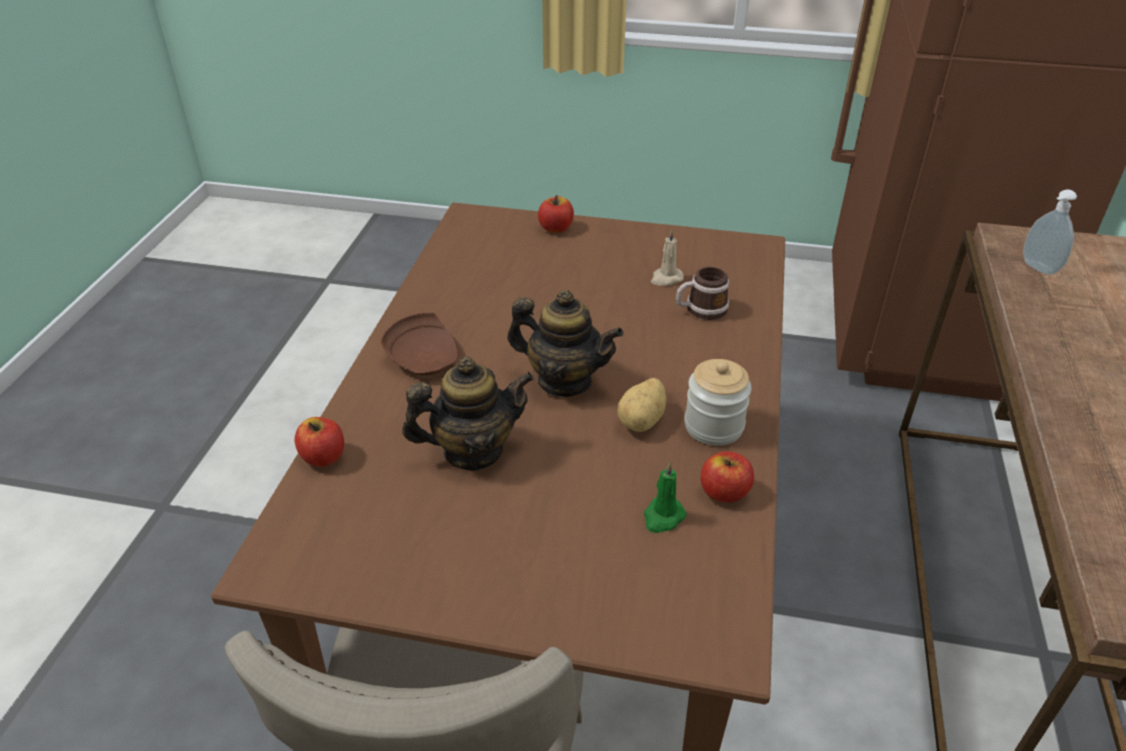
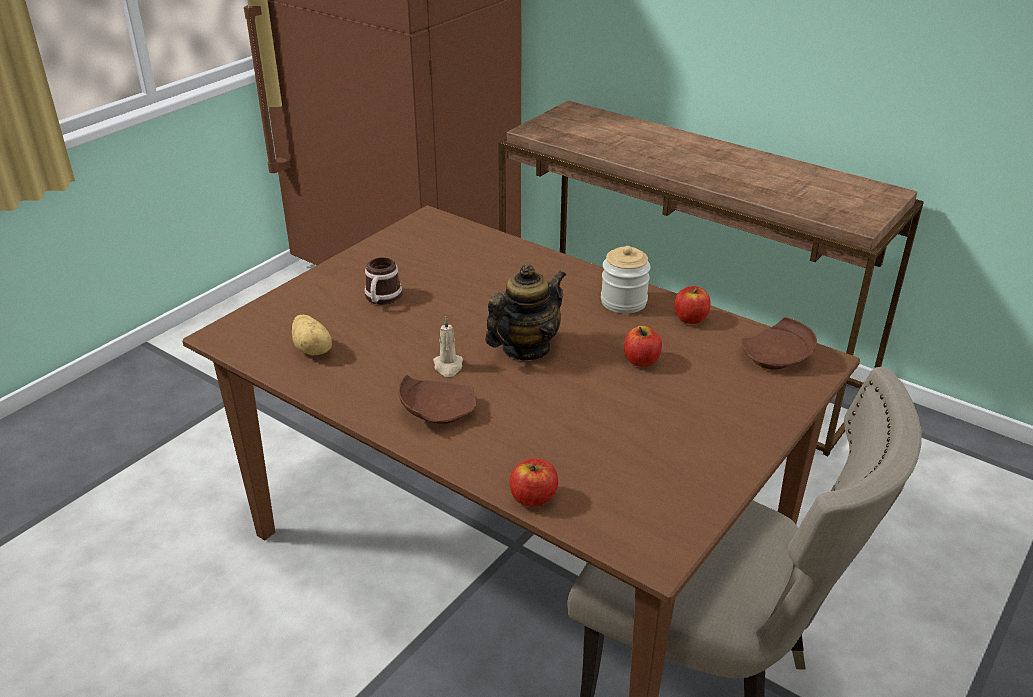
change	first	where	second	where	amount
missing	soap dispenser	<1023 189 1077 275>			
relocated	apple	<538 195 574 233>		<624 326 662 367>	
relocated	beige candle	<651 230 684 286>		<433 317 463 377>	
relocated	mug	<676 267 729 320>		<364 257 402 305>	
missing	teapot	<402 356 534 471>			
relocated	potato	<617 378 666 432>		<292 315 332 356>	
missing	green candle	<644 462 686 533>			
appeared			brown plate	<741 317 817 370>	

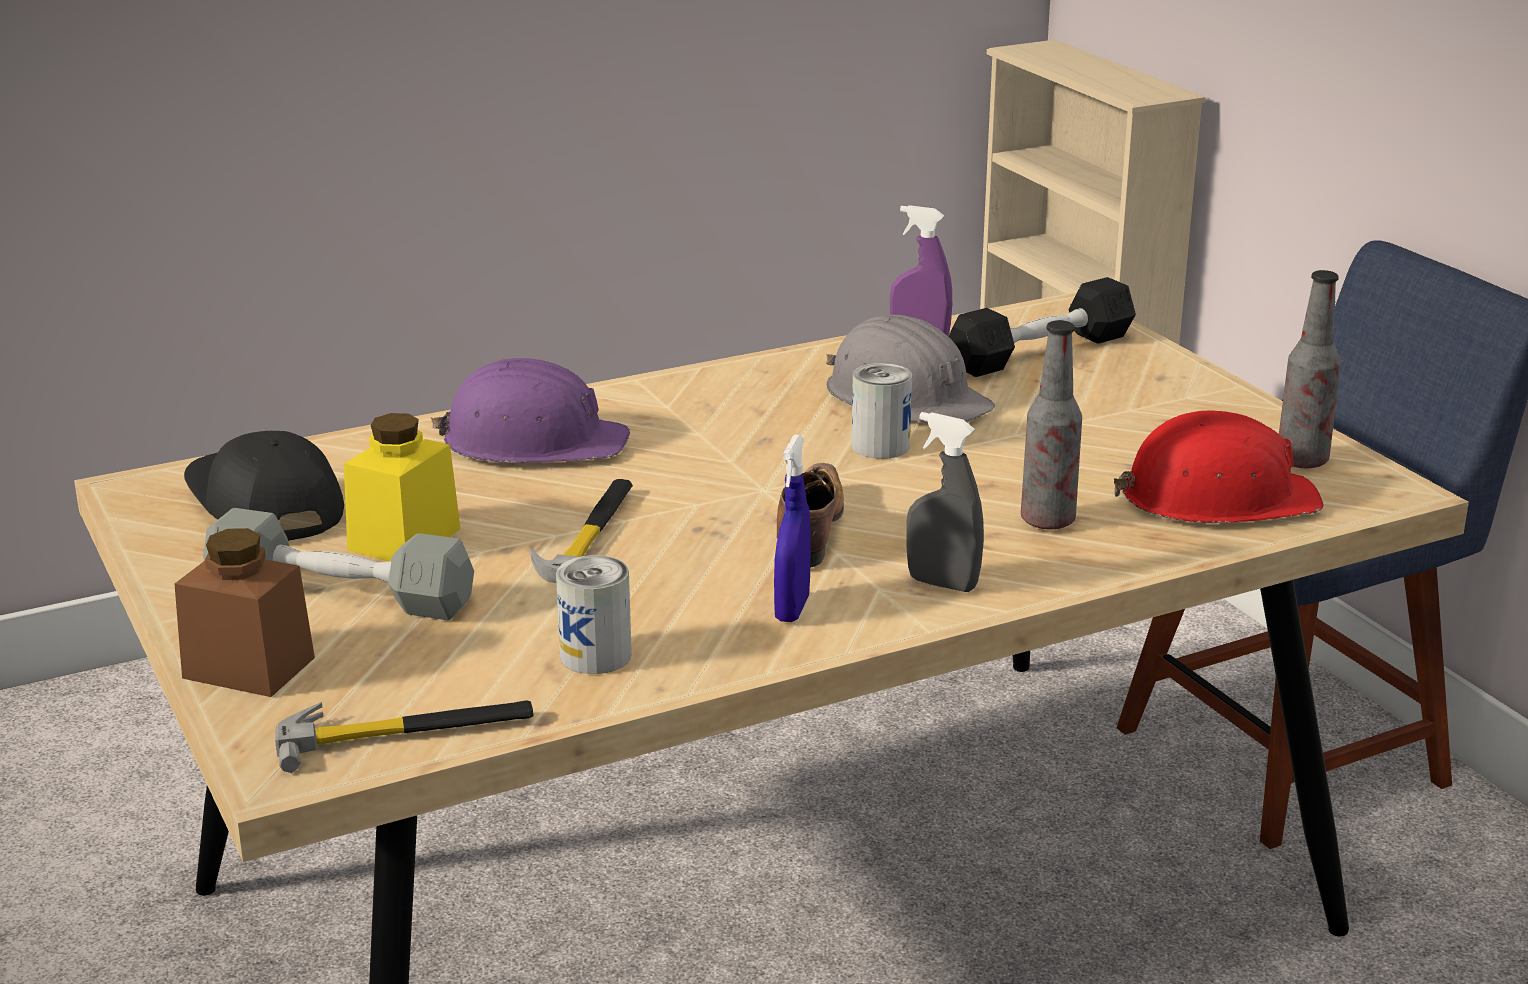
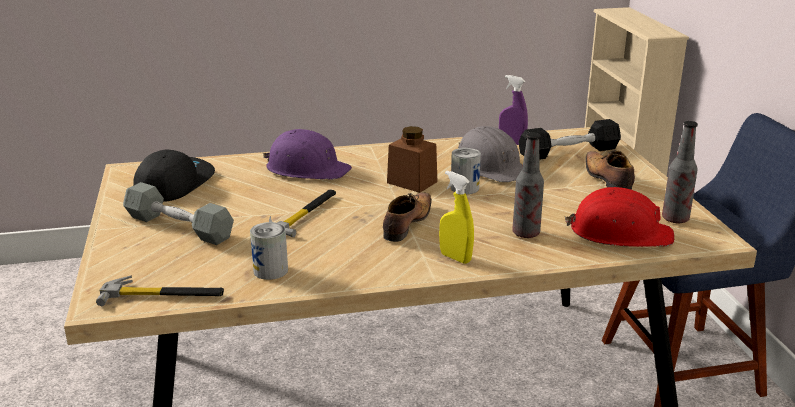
change	first	where	second	where	amount
colour	grey spray bottle	<906 412 984 592>	yellow spray bottle	<439 171 474 264>	
missing	yellow jar	<344 413 460 561>			
spun	black cap	<184 431 344 541>		<133 149 215 202>	45 degrees clockwise
missing	blue spray bottle	<774 435 811 622>			
relocated	brown jar	<175 528 315 697>		<387 126 437 193>	
appeared			shoe	<585 150 635 190>	

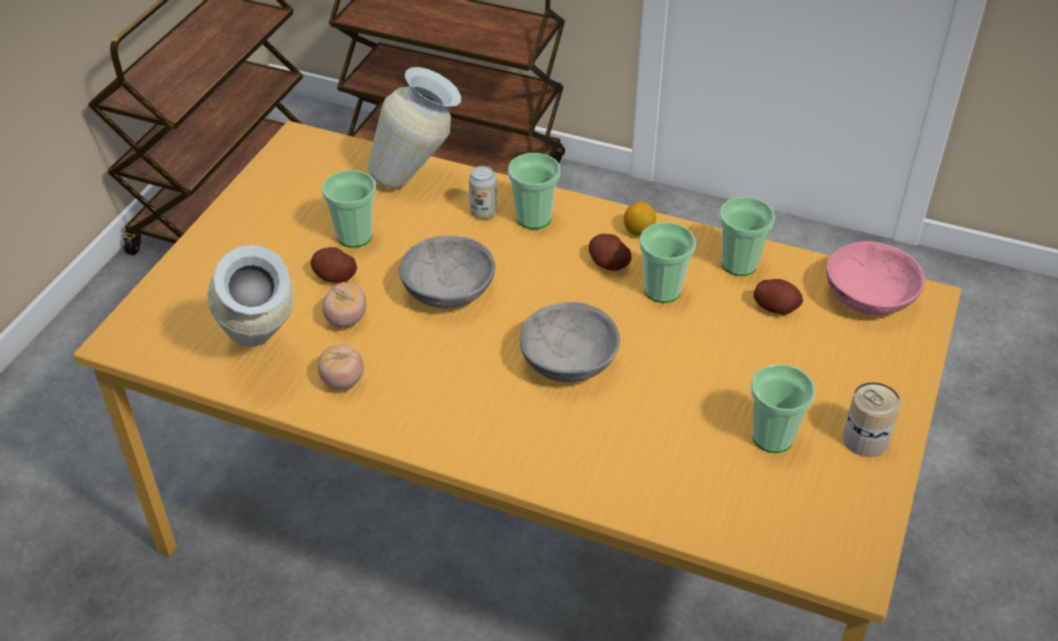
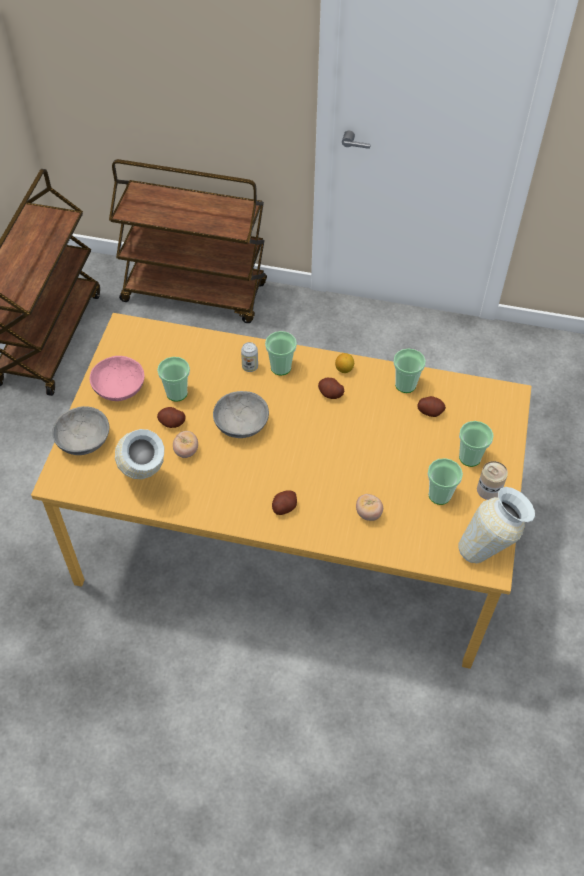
change	first	where	second	where	amount
relocated	vase	<368 67 461 188>		<459 487 535 563>	
relocated	cup	<639 222 696 303>		<459 421 493 467>	
relocated	pink bowl	<826 241 925 315>		<89 356 145 401>	
relocated	grey bowl	<520 302 620 382>		<52 406 109 455>	
relocated	tomato	<318 344 364 390>		<356 494 383 521>	
appeared			potato	<272 490 297 515>	

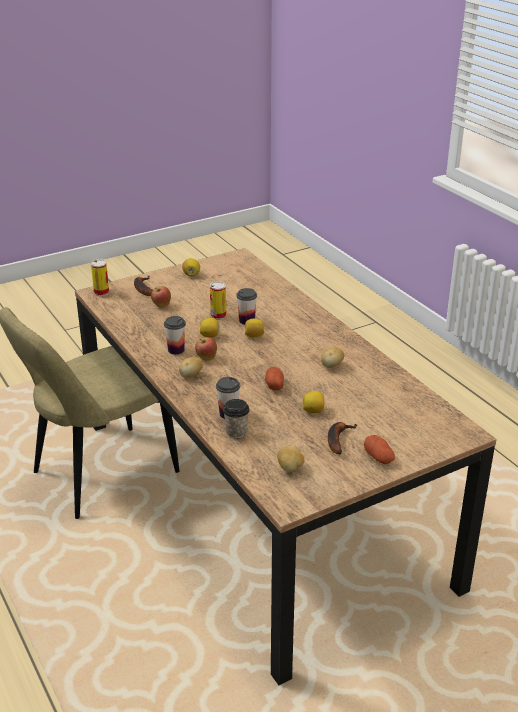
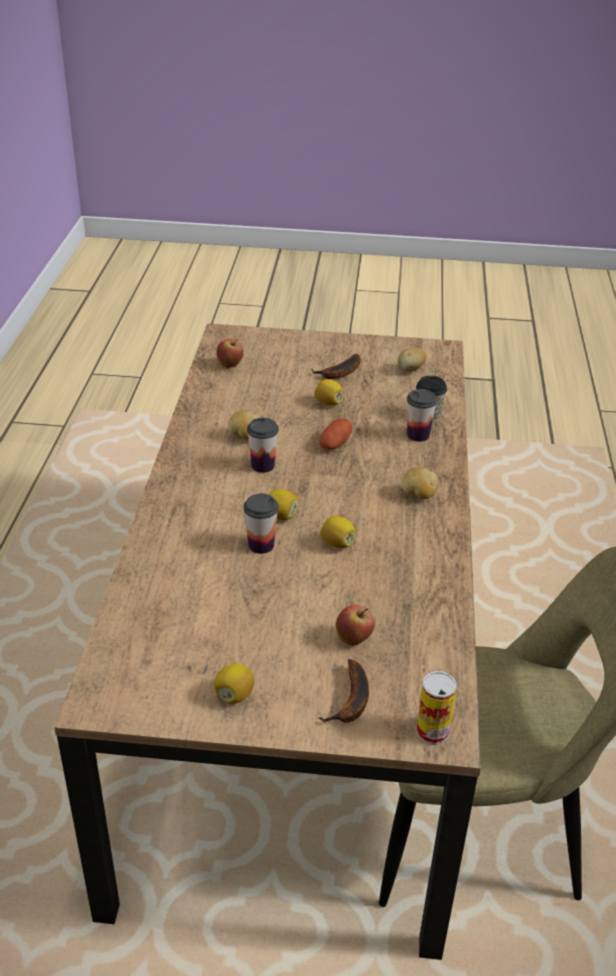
change	first	where	second	where	amount
missing	can	<210 281 226 320>			
relocated	cup	<164 316 186 355>		<247 418 279 473>	
relocated	apple	<195 337 217 361>		<216 339 244 368>	
missing	potato	<364 435 395 464>			

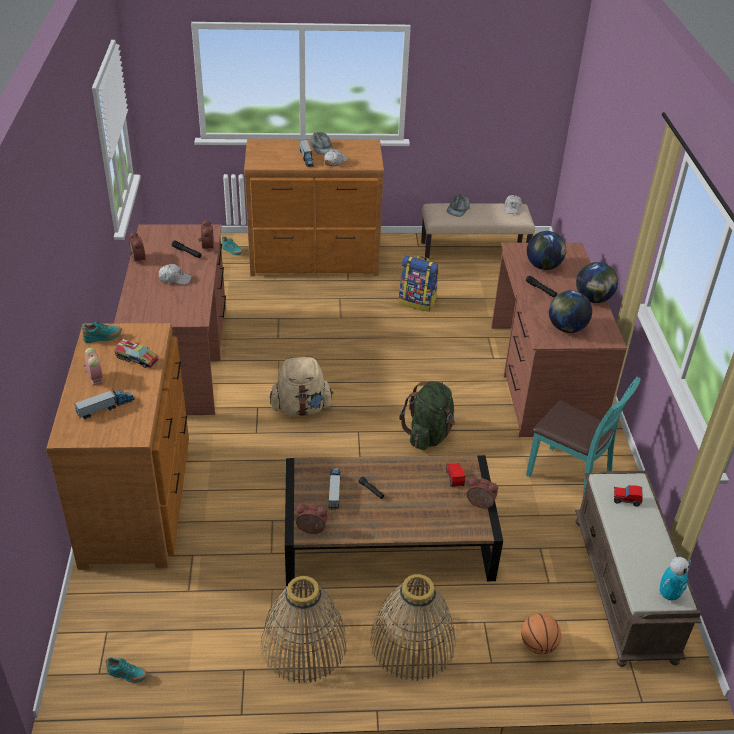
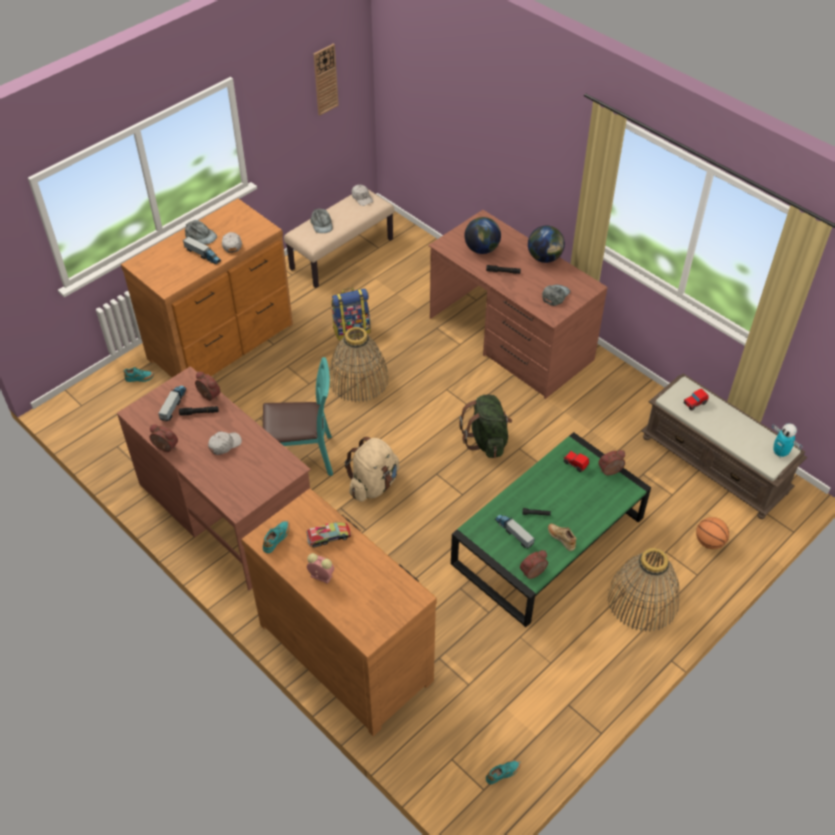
change	first	where	second	where	amount
exchanged	globe	<549 290 592 333>	grey cap	<542 285 570 306>	
relocated	turquoise chair	<526 377 641 499>		<263 357 333 476>	
relocated	toy truck	<74 389 135 419>		<158 386 187 422>	
colour	brown coffee table	<285 455 503 586>	green coffee table	<451 432 651 627>	
spun	toy robot	<660 557 691 603>		<772 423 802 458>	135 degrees clockwise
relocated	basket	<261 576 347 683>		<329 327 389 403>	
appeared			wall clock	<314 44 339 116>	
appeared			beige shoe	<548 524 576 551>	

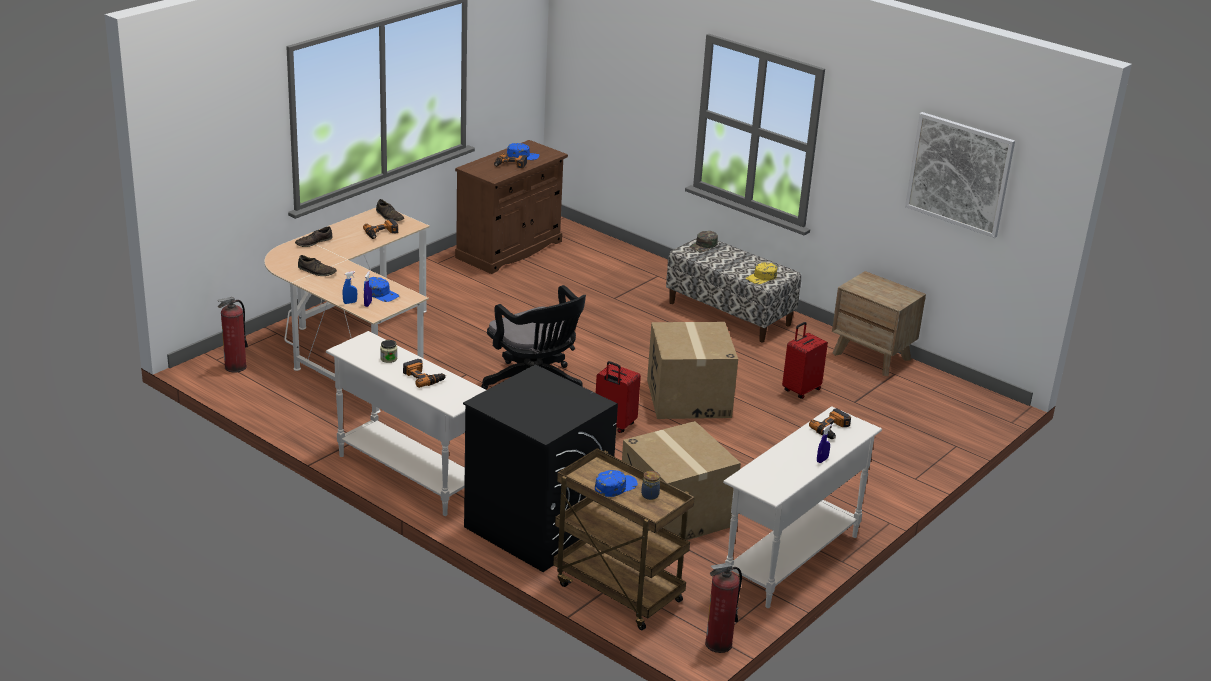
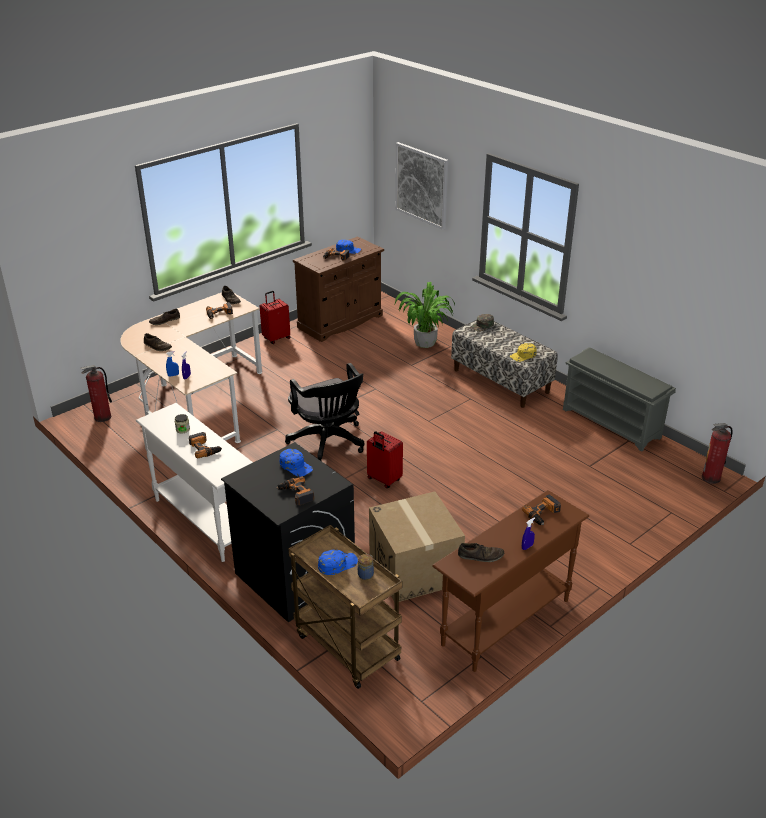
change	first	where	second	where	amount
relocated	picture	<905 112 1015 238>		<395 142 448 230>	
exchanged	brown nightstand	<832 271 926 376>	grey shoe rack	<563 348 676 451>	
relocated	blue cap	<364 277 399 302>		<280 449 313 477>	
missing	cardboard box	<647 322 738 419>			
relocated	red suitcase	<782 322 828 399>		<260 291 290 344>	
colour	white console table	<723 406 882 608>	brown console table	<432 490 589 672>	
relocated	fire extinguisher	<705 563 742 653>		<702 423 733 484>	
appeared			potted plant	<394 282 455 348>	
appeared			power drill	<276 476 314 505>	
appeared			brown shoe	<458 543 504 562>	

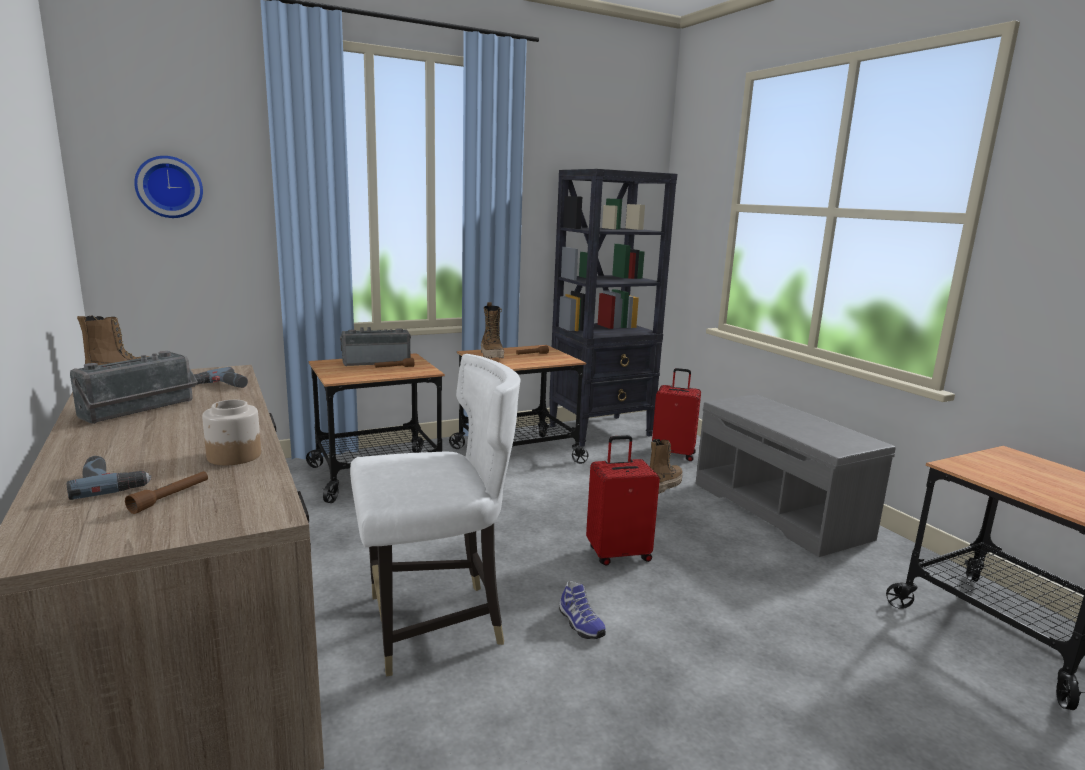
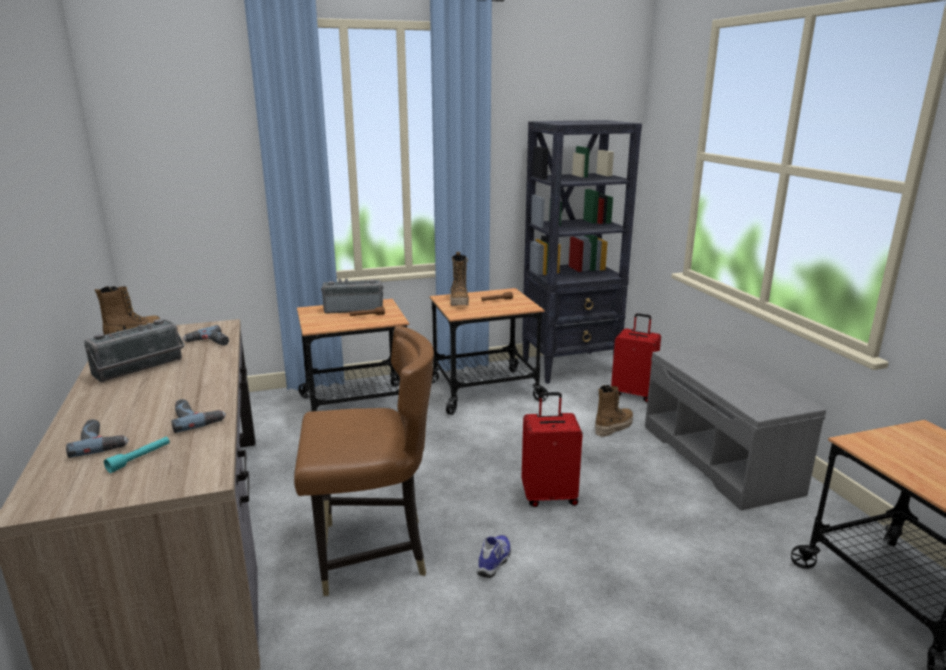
change	first	where	second	where	amount
missing	wall clock	<134 156 203 218>			
colour	white chair	<350 354 521 677>	brown chair	<294 326 434 596>	
exchanged	jar	<202 400 261 465>	power drill	<171 399 226 433>	
colour	brown flashlight	<125 471 208 514>	turquoise flashlight	<104 437 170 473>	
spun	shoe	<559 581 606 639>		<478 535 511 578>	135 degrees counterclockwise

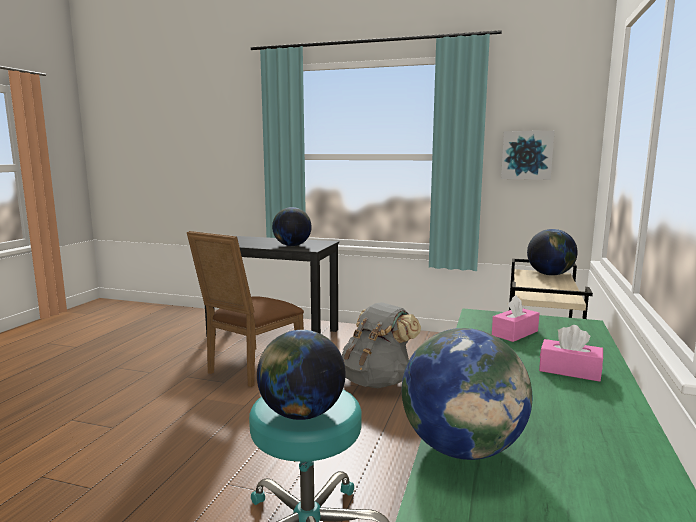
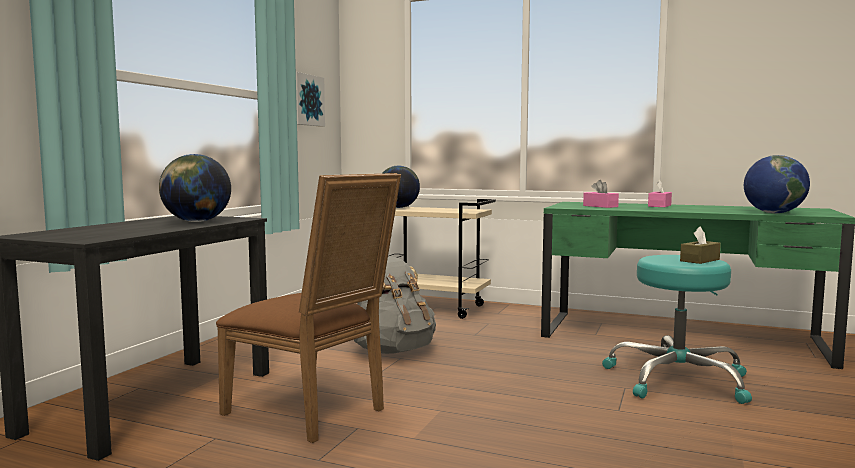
change	first	where	second	where	amount
exchanged	globe	<257 330 346 420>	brown tissue box	<680 226 721 264>	

